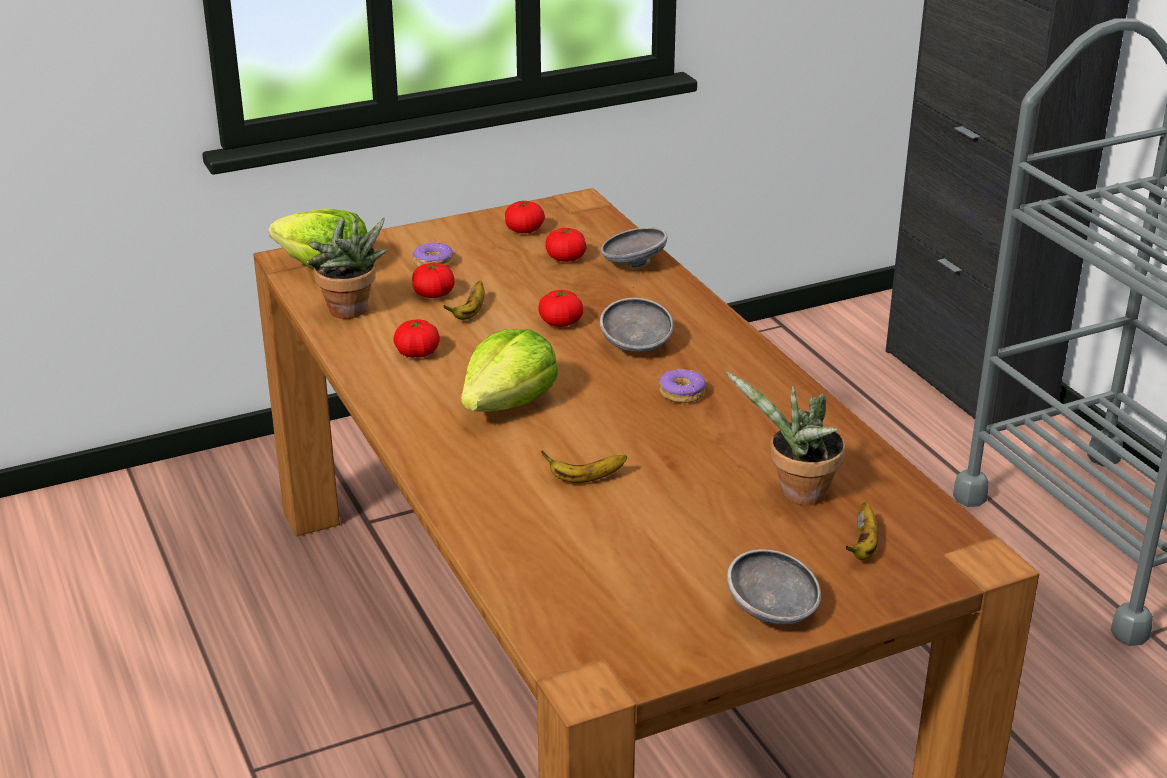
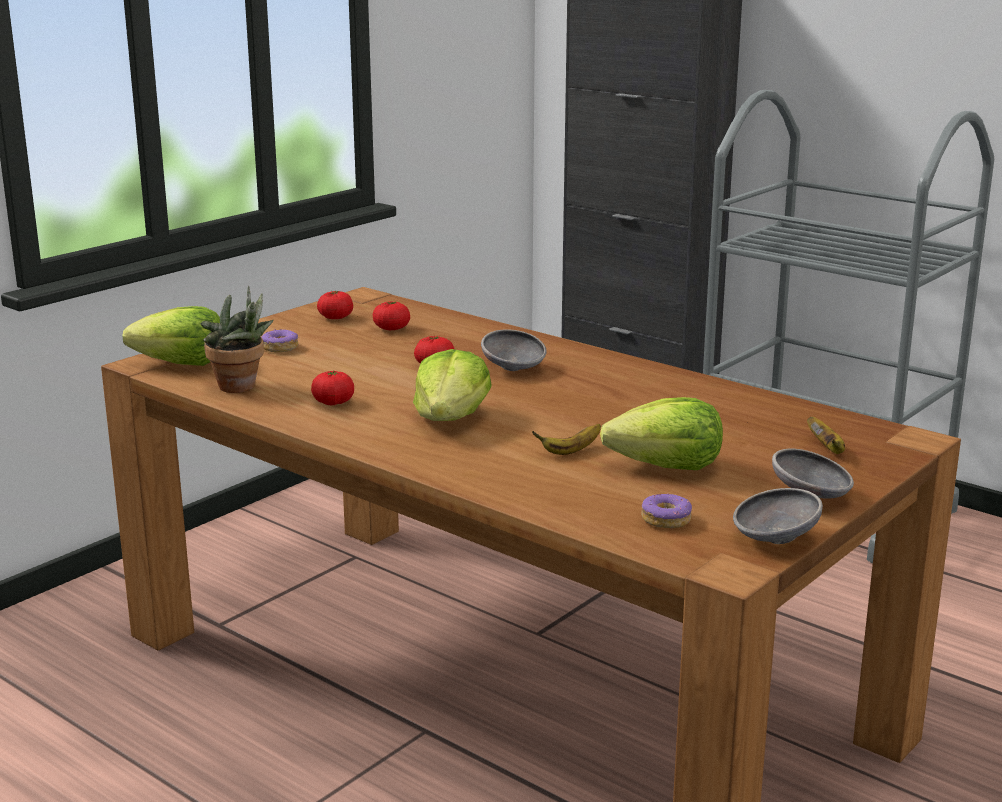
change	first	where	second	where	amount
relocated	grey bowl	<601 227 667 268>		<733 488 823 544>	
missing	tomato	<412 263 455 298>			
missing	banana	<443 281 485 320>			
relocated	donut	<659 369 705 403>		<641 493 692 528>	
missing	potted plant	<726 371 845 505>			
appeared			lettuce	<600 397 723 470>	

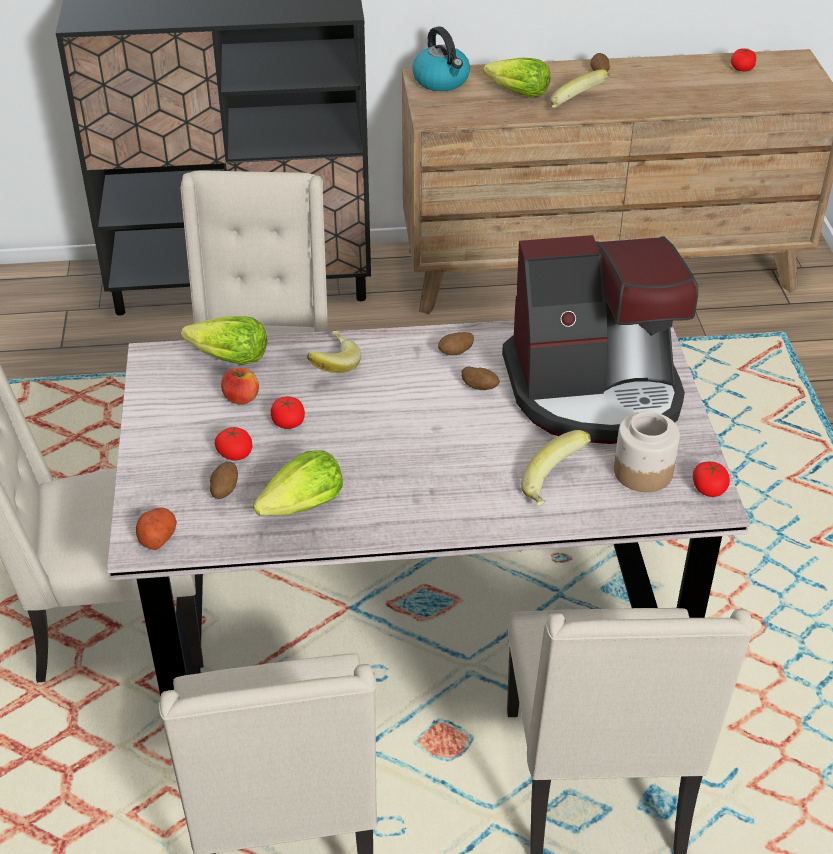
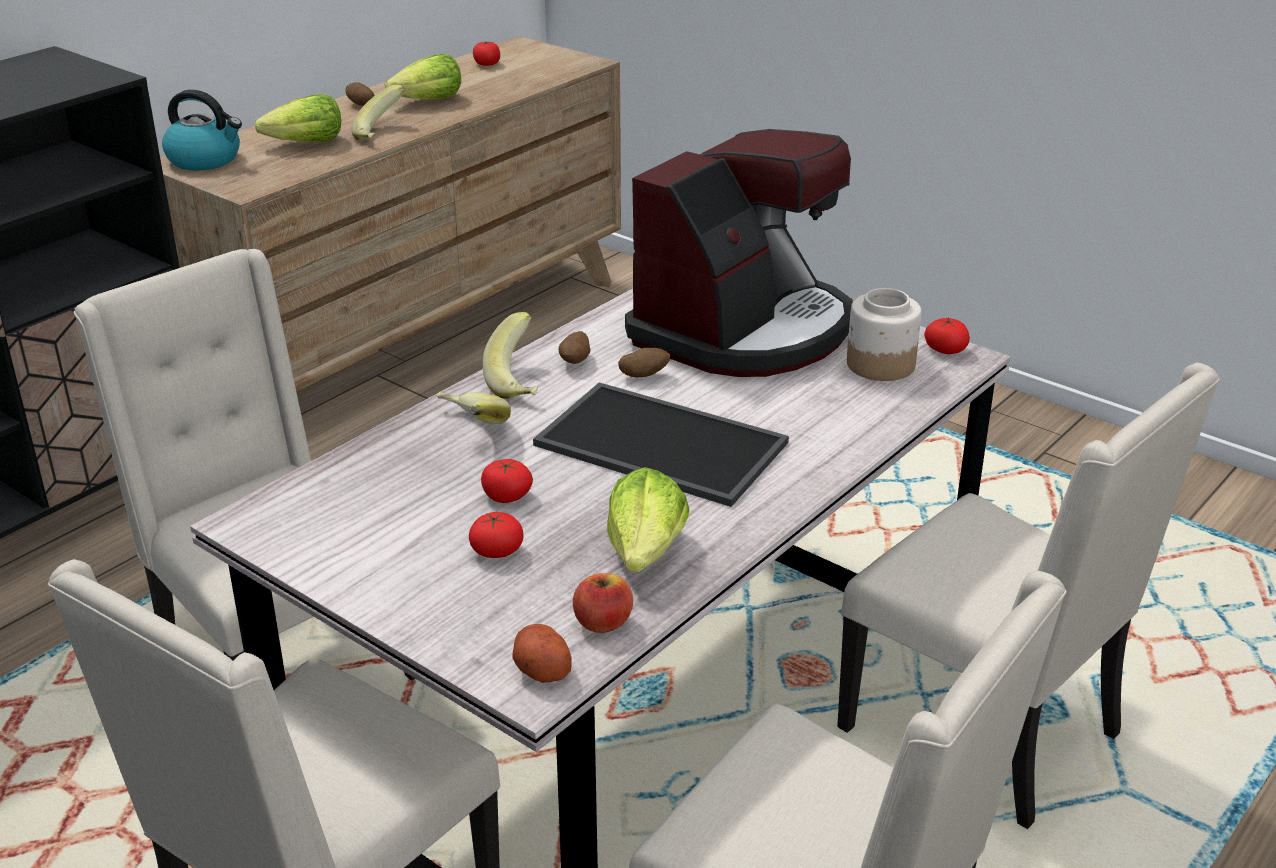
change	first	where	second	where	amount
relocated	lettuce	<181 316 267 365>		<385 53 461 99>	
relocated	apple	<221 368 259 404>		<573 573 633 633>	
relocated	banana	<521 430 591 507>		<483 312 538 399>	
missing	potato	<210 461 238 499>			
appeared			tray	<533 382 789 507>	

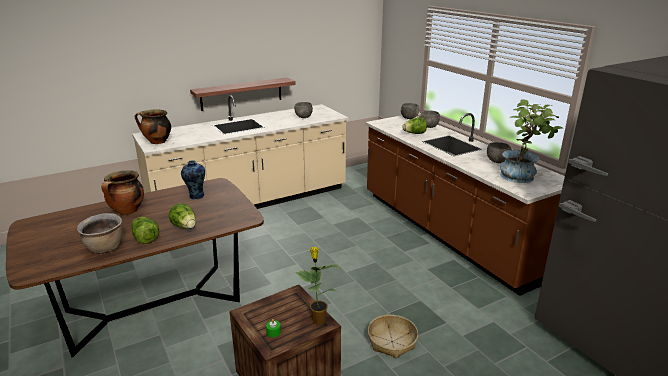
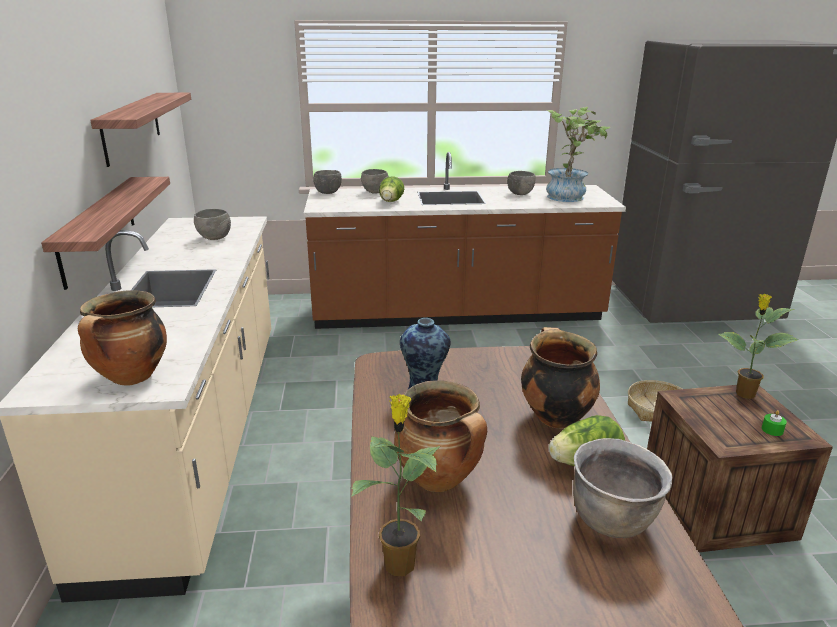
change	first	where	second	where	amount
exchanged	lettuce	<169 203 196 229>	cooking pot	<521 327 600 429>	
appeared			shelf	<90 93 191 167>	
appeared			potted plant	<351 394 440 576>	

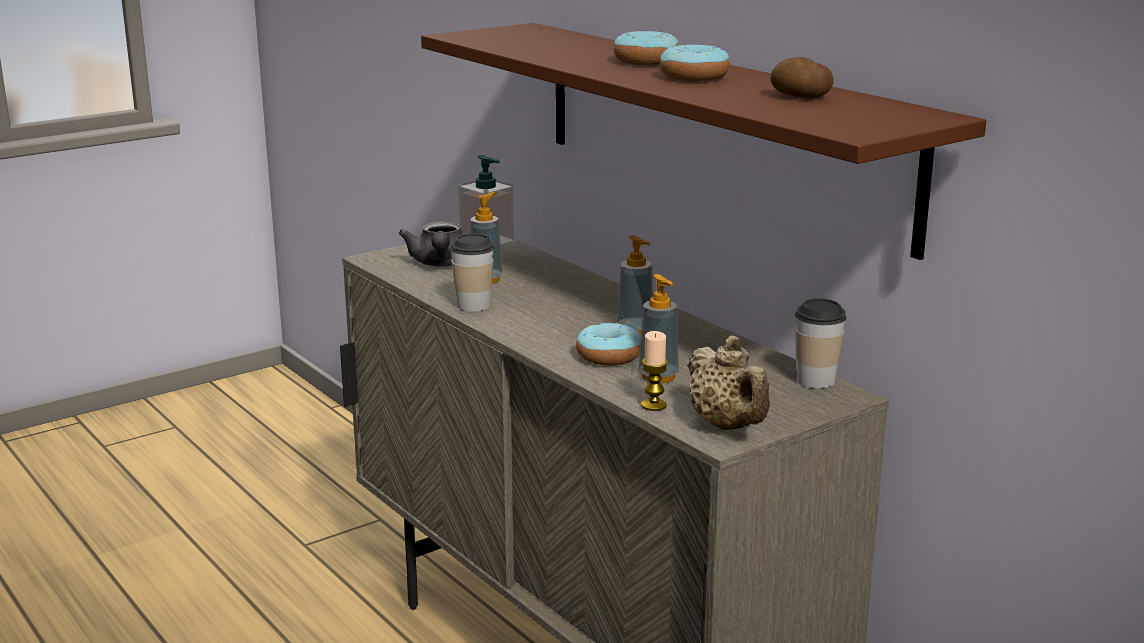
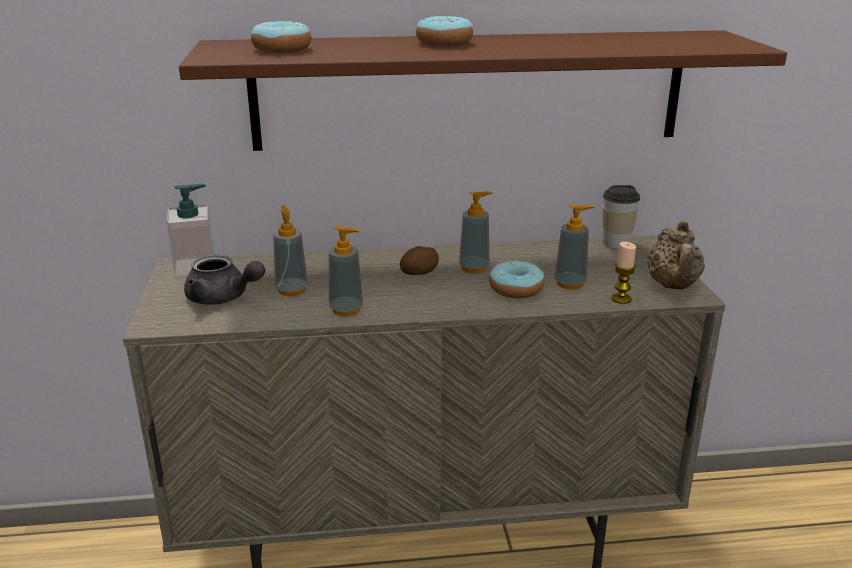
change	first	where	second	where	amount
relocated	donut	<660 44 730 81>		<251 20 311 53>	
relocated	potato	<770 57 834 99>		<400 246 439 275>	
exchanged	cup	<450 234 494 312>	soap dispenser	<329 225 363 316>	
spun	beige teapot	<687 336 770 430>		<647 220 705 289>	90 degrees clockwise

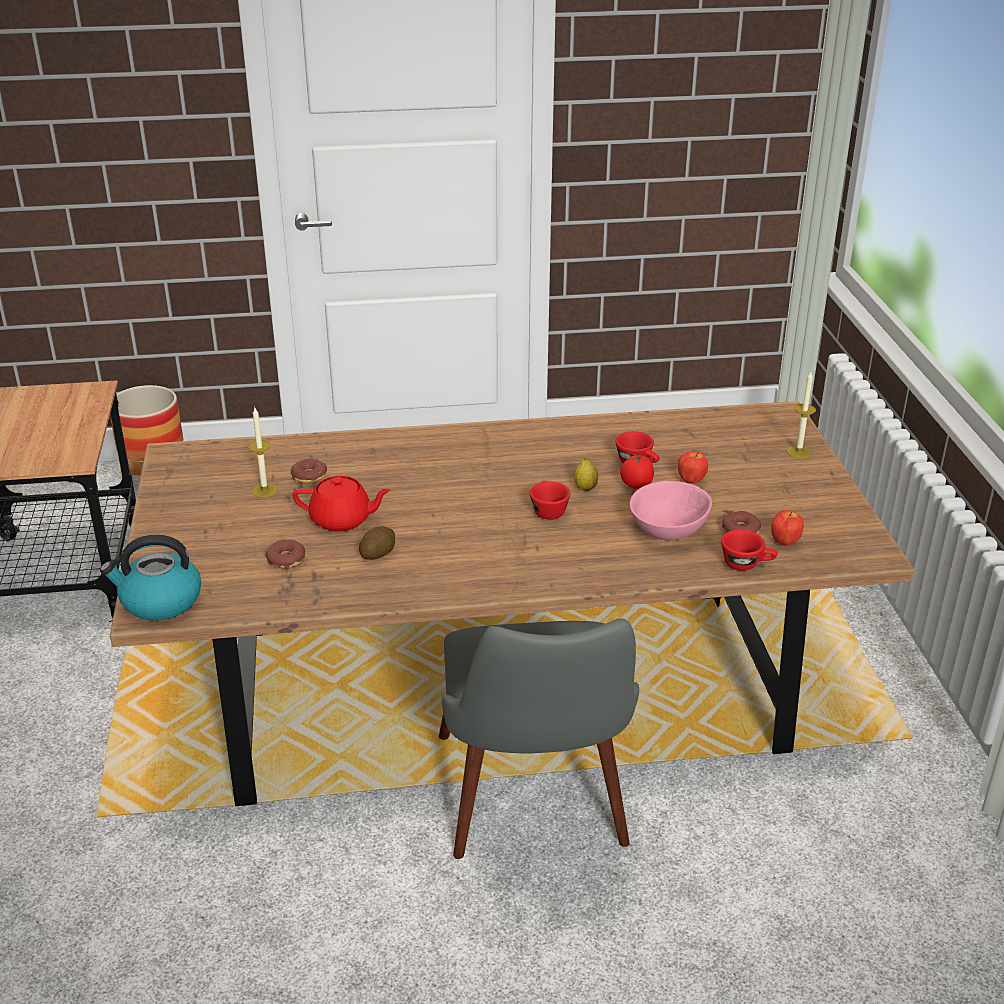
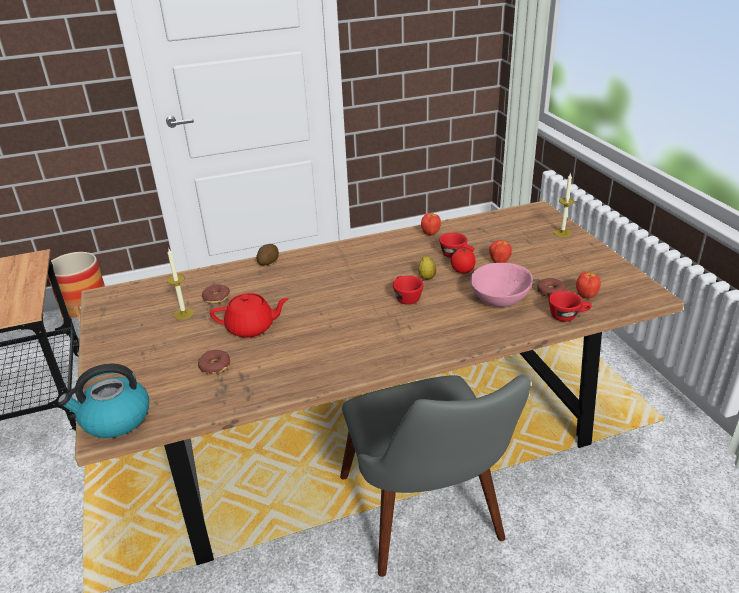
change	first	where	second	where	amount
relocated	potato	<359 527 395 560>		<256 244 279 266>	
appeared			apple	<421 213 441 235>	

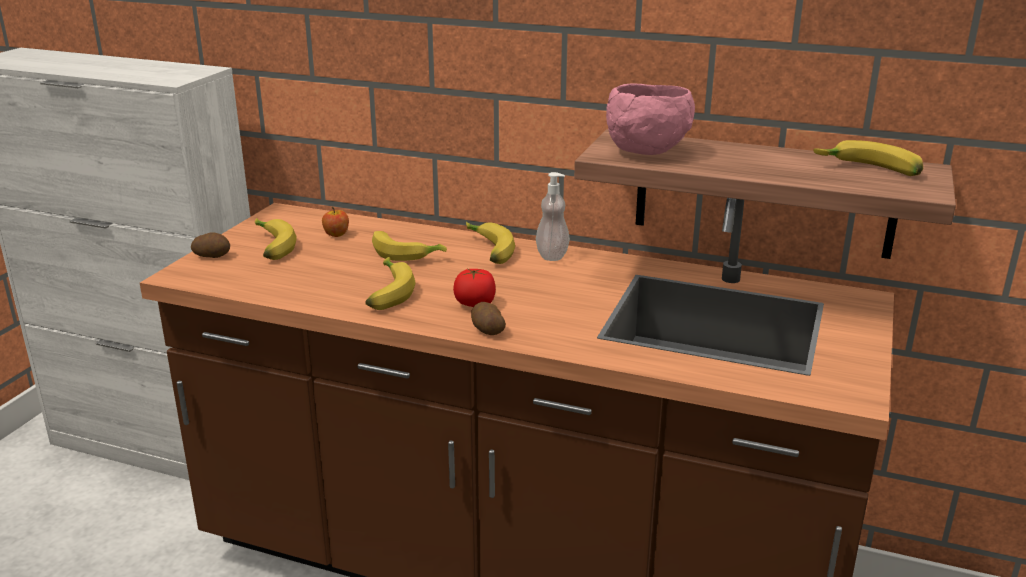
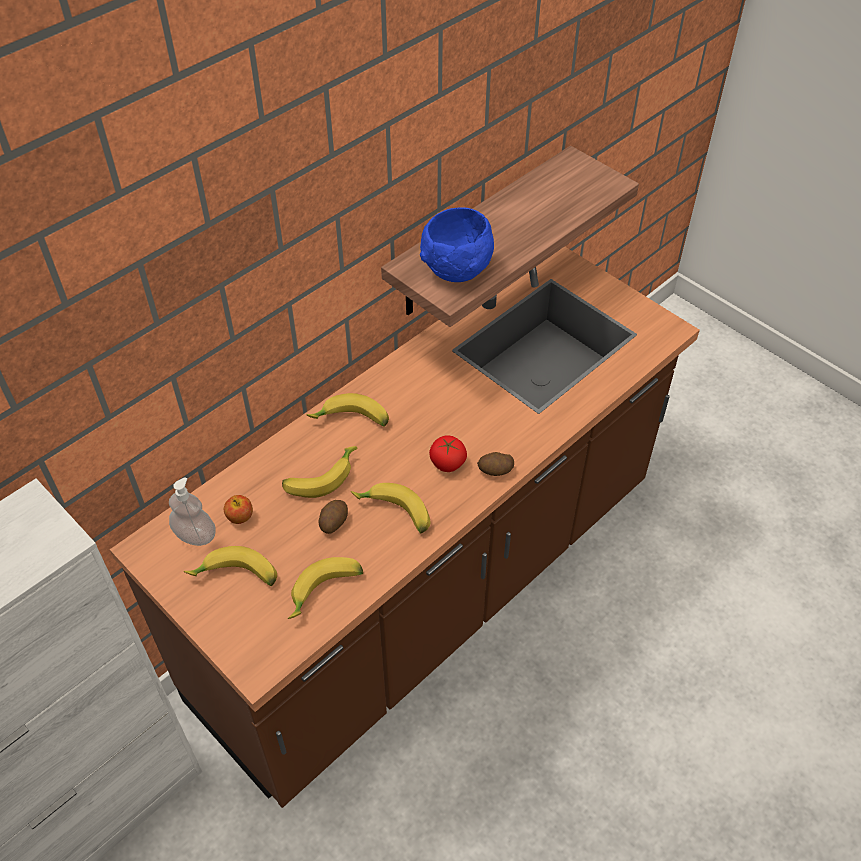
change	first	where	second	where	amount
colour	pink bowl	<606 83 695 155>	blue bowl	<420 207 494 282>	
relocated	banana	<814 140 923 176>		<288 557 363 619>	
relocated	soap dispenser	<536 172 570 261>		<169 477 216 546>	
relocated	potato	<191 233 230 258>		<318 500 348 534>	

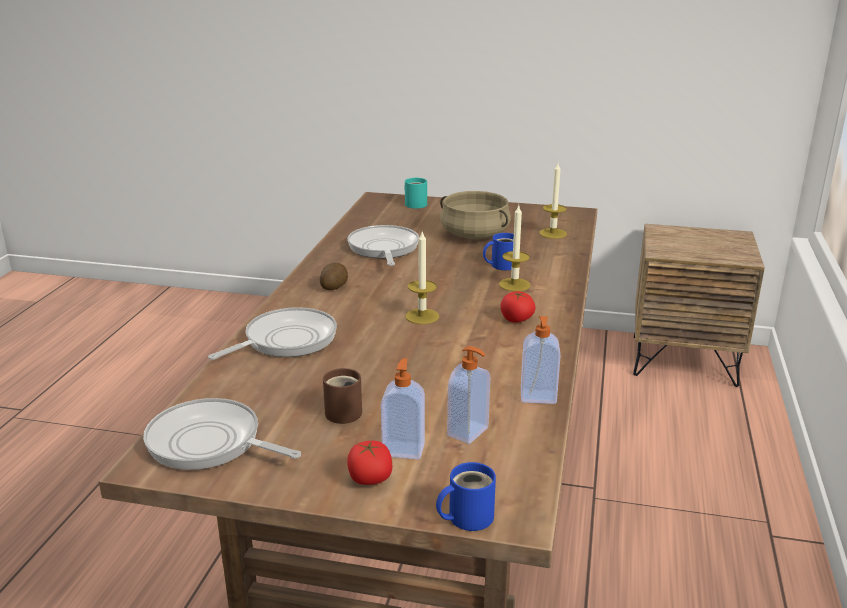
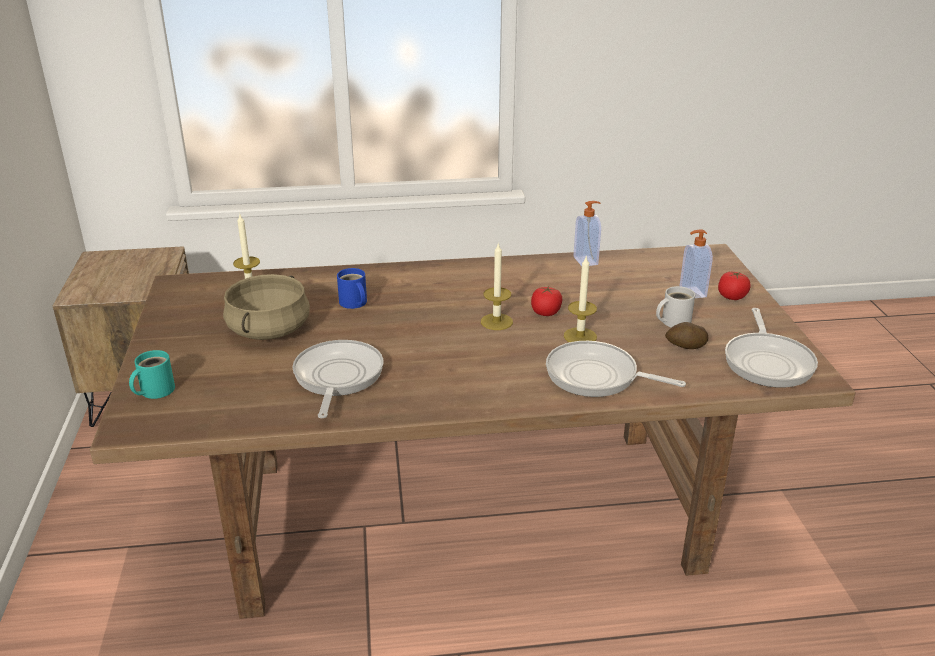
change	first	where	second	where	amount
relocated	candle	<499 205 530 292>		<564 255 597 342>	
spun	frying pan	<347 225 419 266>		<293 340 383 418>	120 degrees clockwise
relocated	potato	<320 263 348 290>		<665 322 709 349>	
relocated	tomato	<501 291 535 323>		<531 286 563 316>	
missing	soap dispenser	<447 346 490 444>			
colour	brown mug	<323 368 362 424>	white mug	<656 286 695 328>	
missing	blue mug	<436 462 496 531>			

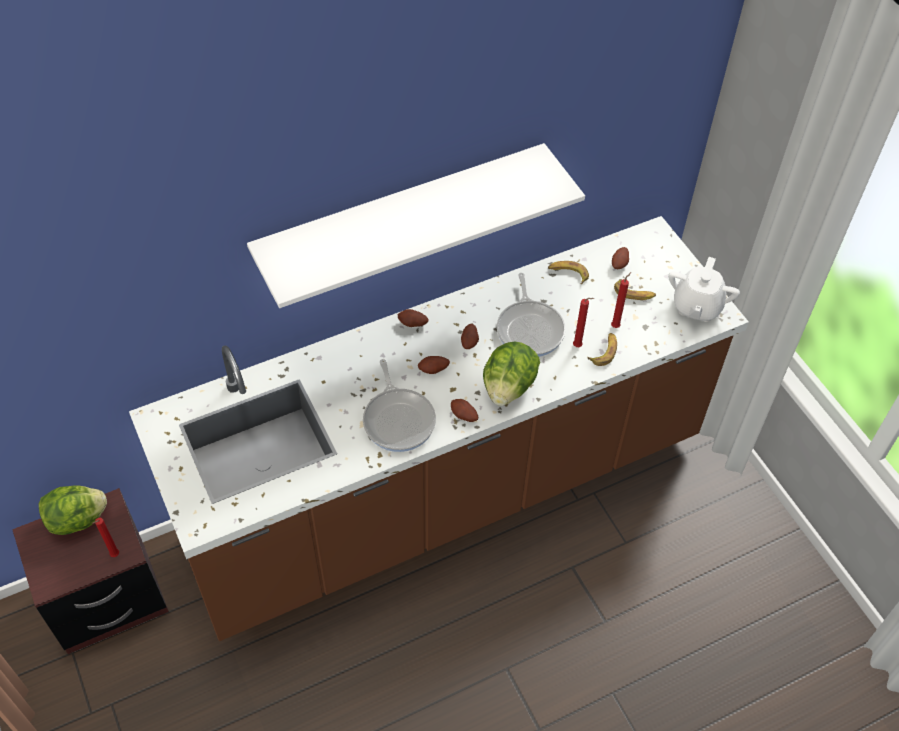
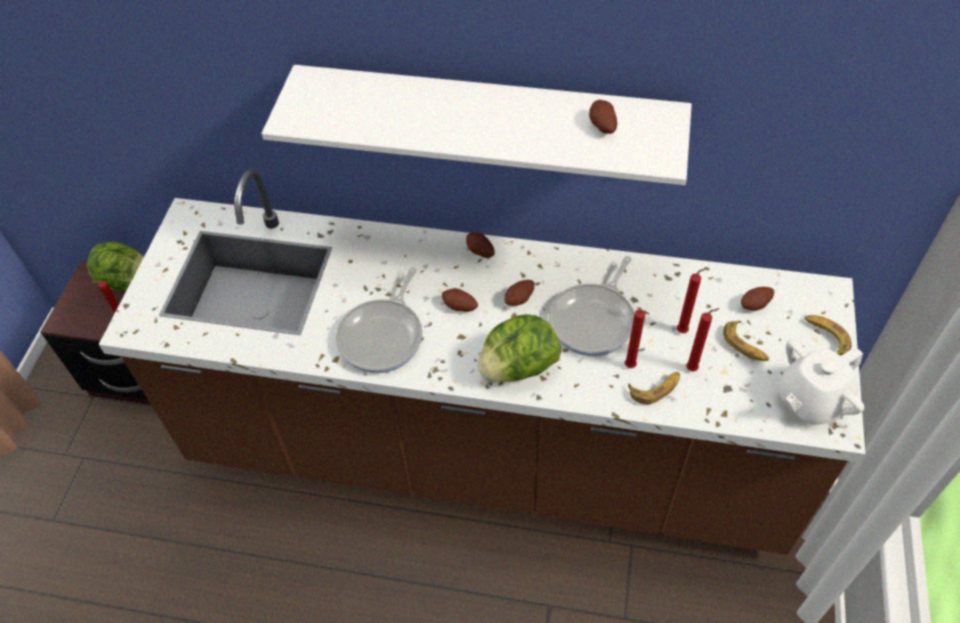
change	first	where	second	where	amount
relocated	banana	<548 261 589 284>		<805 315 851 355>	
relocated	potato	<451 399 478 422>		<589 100 617 134>	
appeared			red candle	<677 267 707 333>	

